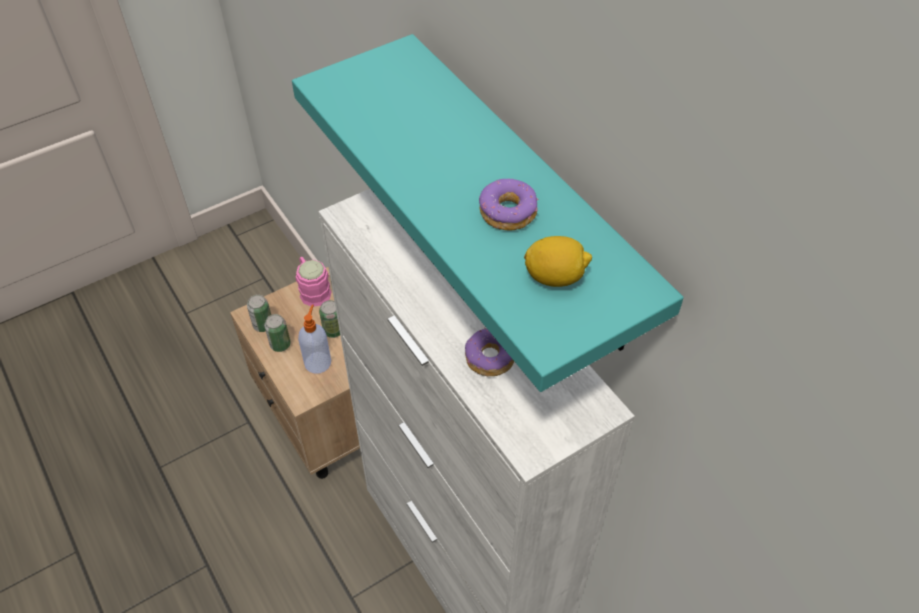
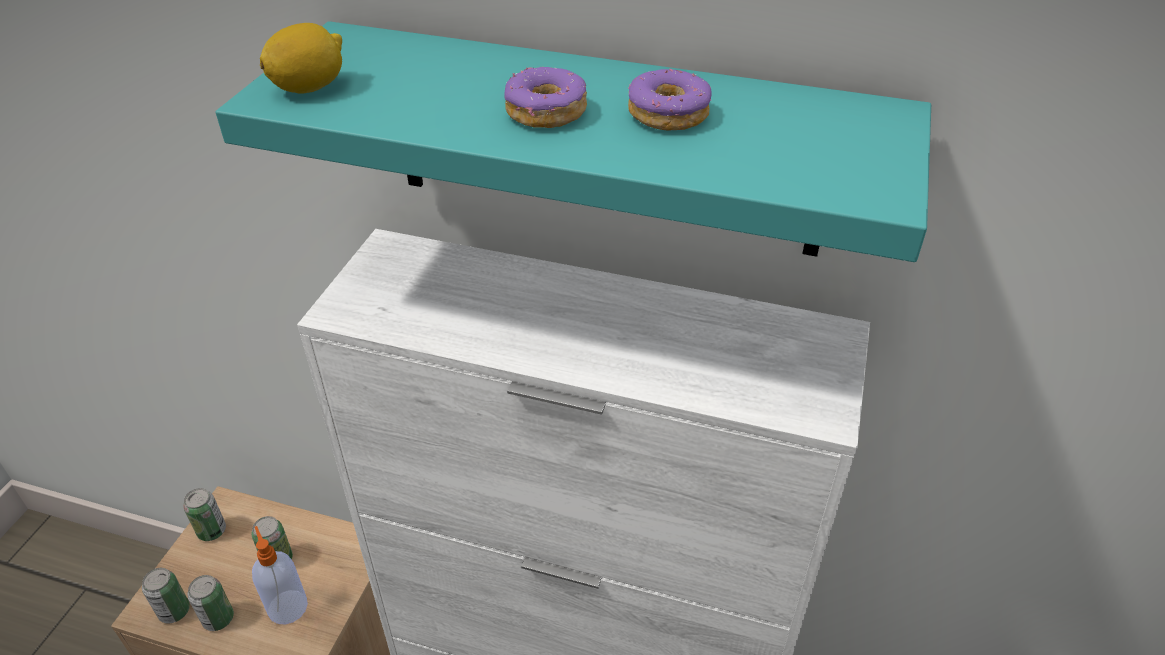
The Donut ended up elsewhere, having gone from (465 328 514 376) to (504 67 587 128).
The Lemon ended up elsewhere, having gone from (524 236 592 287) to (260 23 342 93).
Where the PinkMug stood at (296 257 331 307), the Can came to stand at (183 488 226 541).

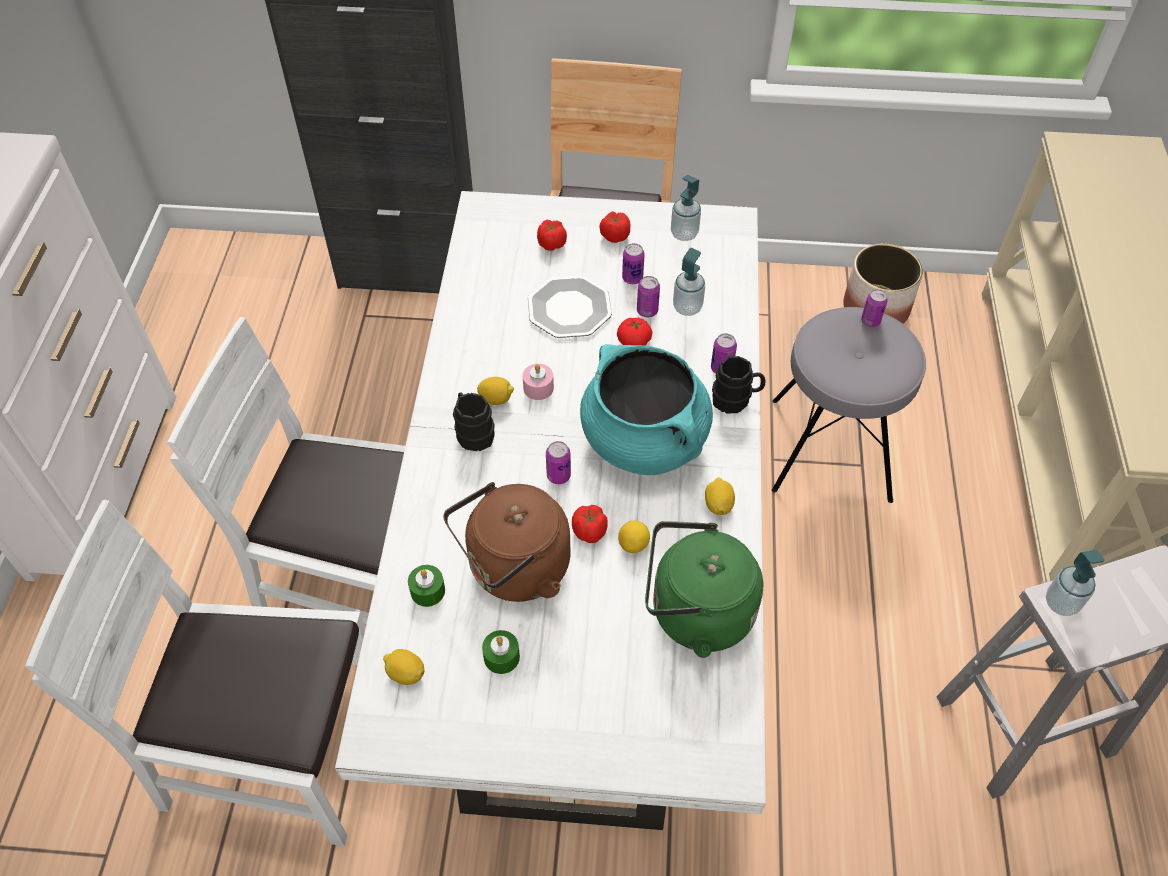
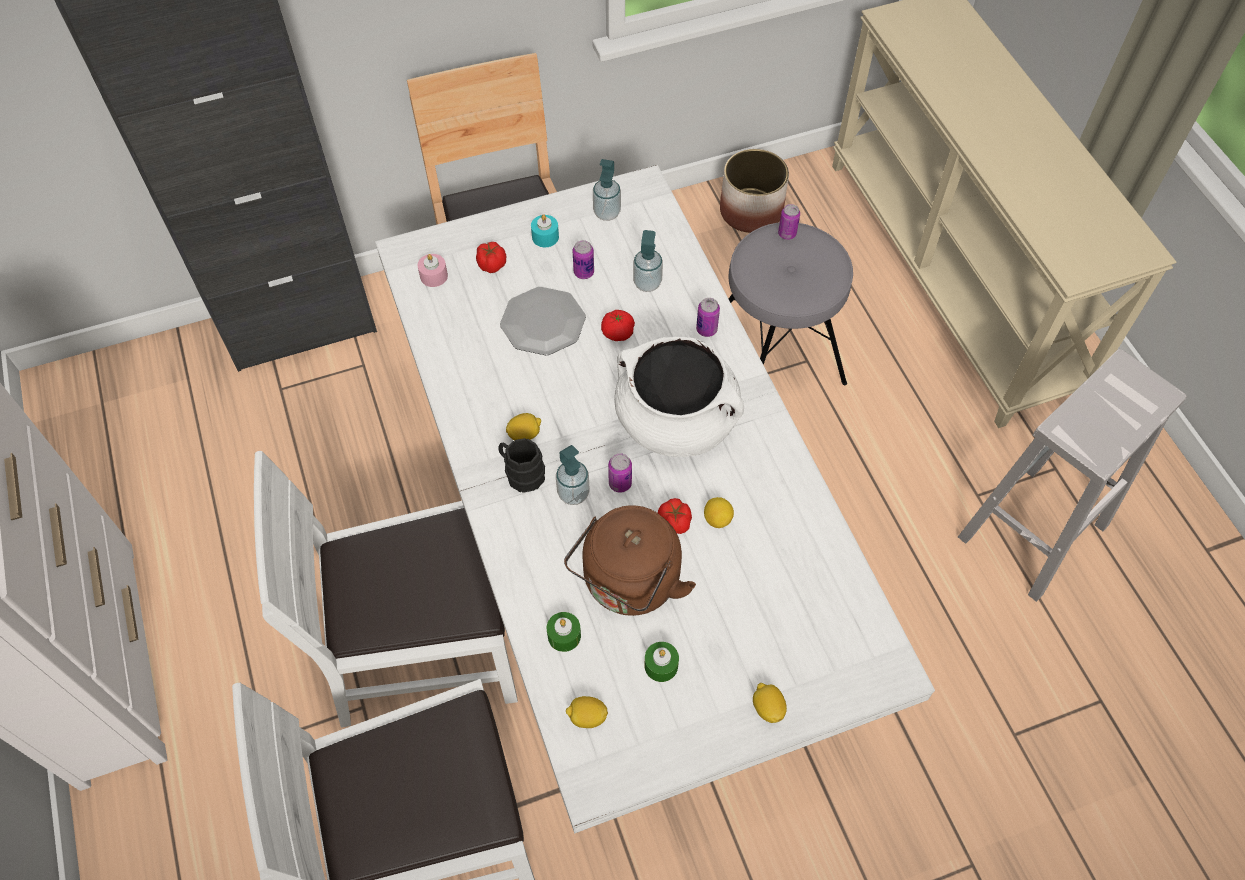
The second view lost the Can at (637 276 660 317).
The second view lost the GreenKettle at (645 521 763 658).
The second view lost the BlackMug at (712 356 765 413).
The PinkCandle ended up elsewhere, having gone from (523 364 554 400) to (418 254 448 287).
The Lemon ended up elsewhere, having gone from (705 478 735 515) to (753 683 787 723).
The SoapDispenser ended up elsewhere, having gone from (1046 550 1104 616) to (556 445 589 505).
Where the Tomato stood at (599 211 630 243), the TurquoiseCandle came to stand at (531 214 559 247).
What was the TurquoiseCookingPot at (580 344 713 475) turned into the WhiteCookingPot at (614 336 744 457).

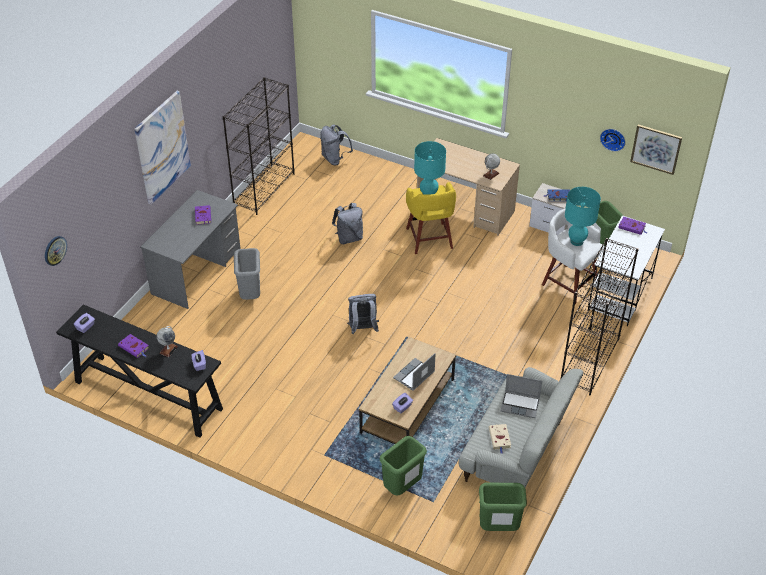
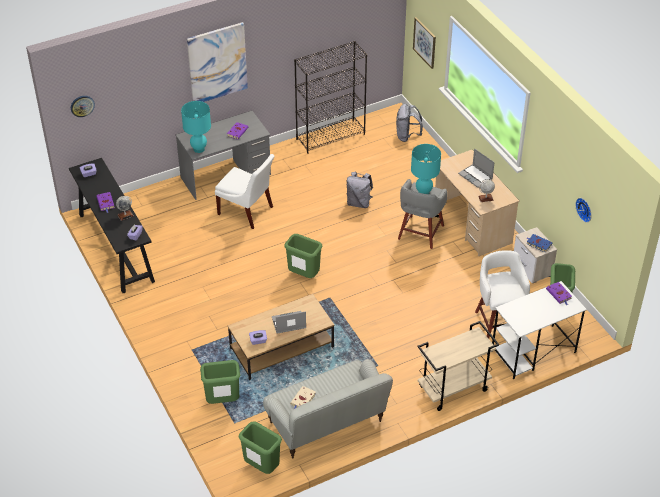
The Laptop ended up elsewhere, having gone from (501 374 542 418) to (458 148 495 188).
The TurquoiseTableLamp ended up elsewhere, having gone from (565 187 601 246) to (181 101 211 153).
The Picture ended up elsewhere, having gone from (630 124 682 175) to (413 17 436 69).
Where the GreyTrashCan stood at (234 248 260 300), the WhiteChair came to stand at (215 154 275 229).
Where the GreyBackpack stood at (347 294 379 334), the GreenTrashCan came to stand at (284 234 322 278).
Where the BlackBookcase stood at (560 238 639 395), the BeigeCart came to stand at (418 321 499 411).
What was the YellowStool at (406 182 456 254) turned into the GreyStool at (398 179 447 249).

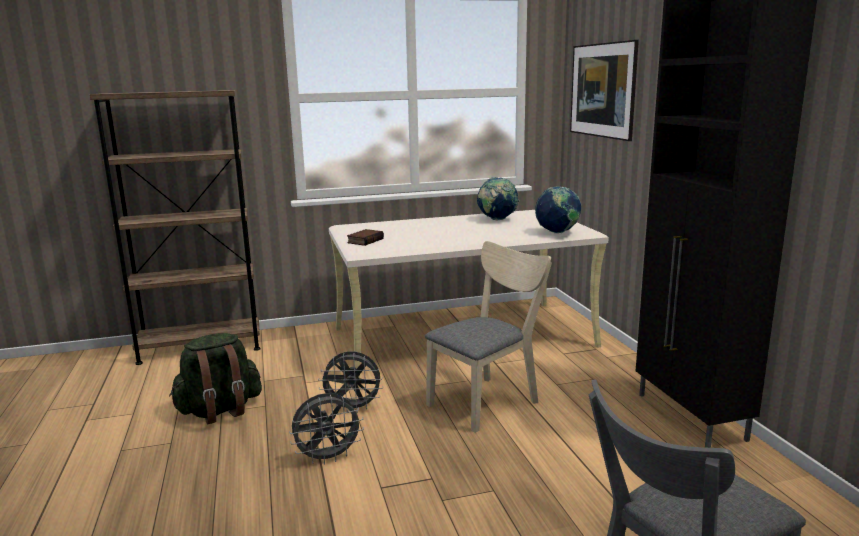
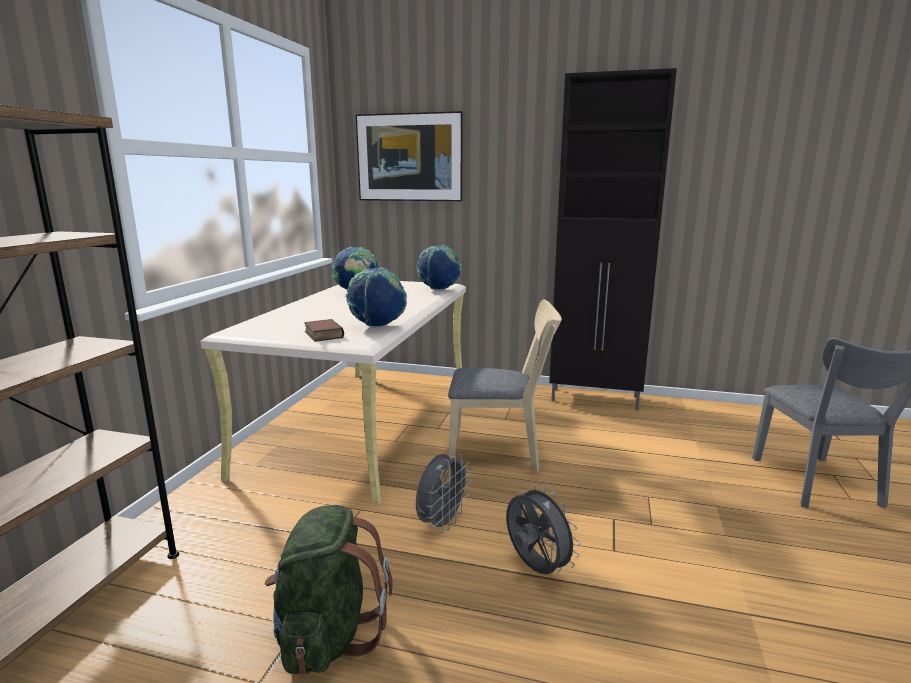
The second view gained the Globe at (346 268 407 327).
The GreyFan at (289 393 364 465) ended up facing another way, 45 degrees counterclockwise from before.
The BeigeChair at (425 241 552 433) ended up facing another way, 105 degrees clockwise from before.

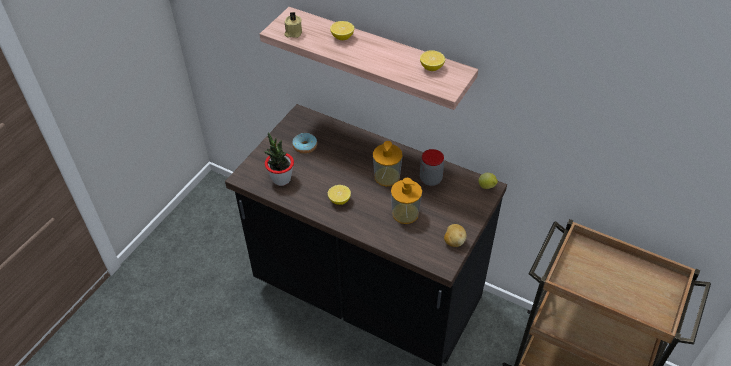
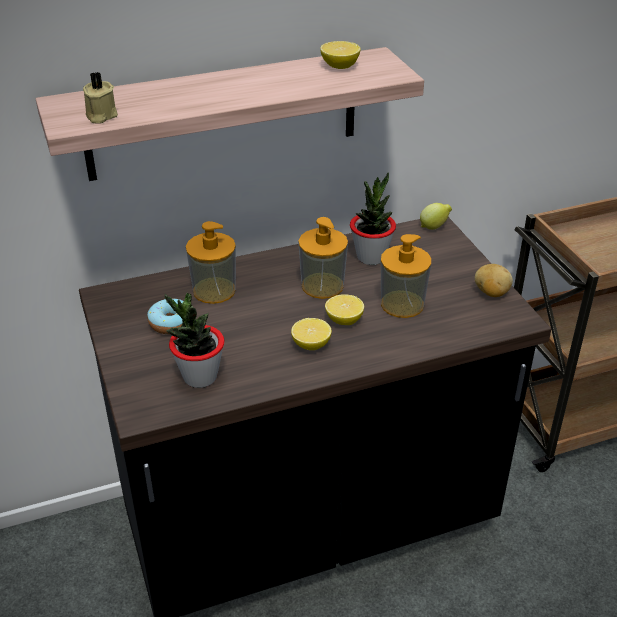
The second view gained the SoapDispenser at (186 221 236 304).
The Lemon ended up elsewhere, having gone from (330 21 354 40) to (325 294 364 325).
Where the Jar stood at (420 149 444 186), the PottedPlant came to stand at (350 172 396 265).

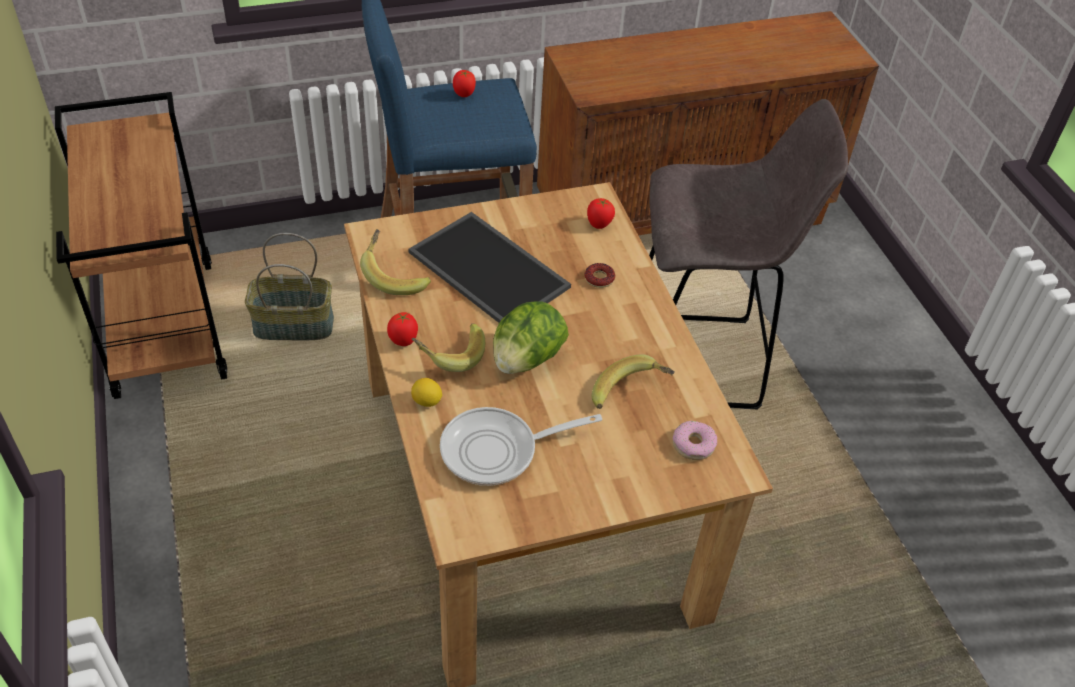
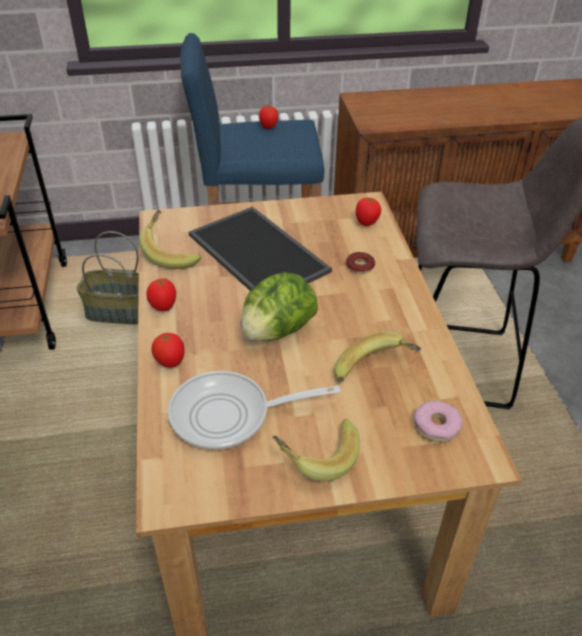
The Banana ended up elsewhere, having gone from (412 323 485 372) to (273 419 360 481).
Where the Lemon stood at (411 378 443 407), the Tomato came to stand at (151 333 185 368).

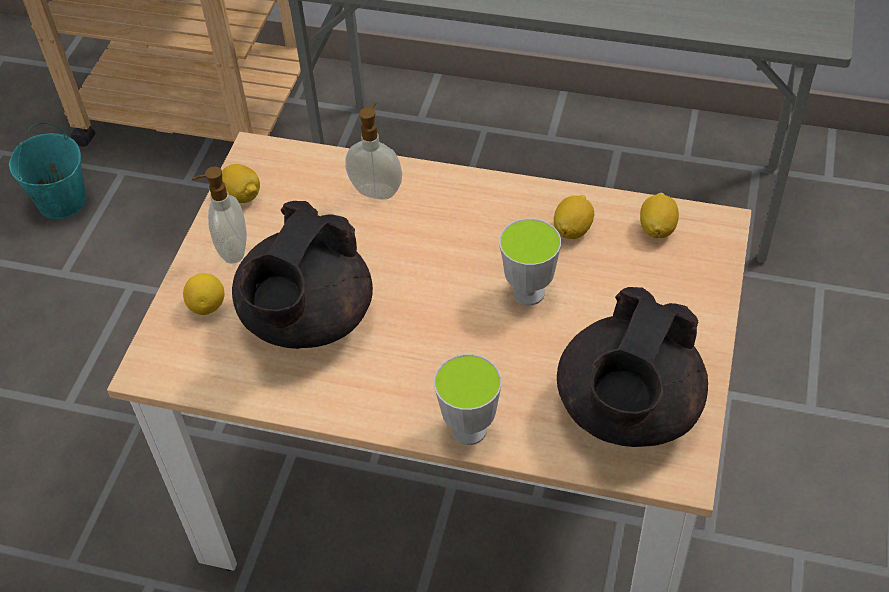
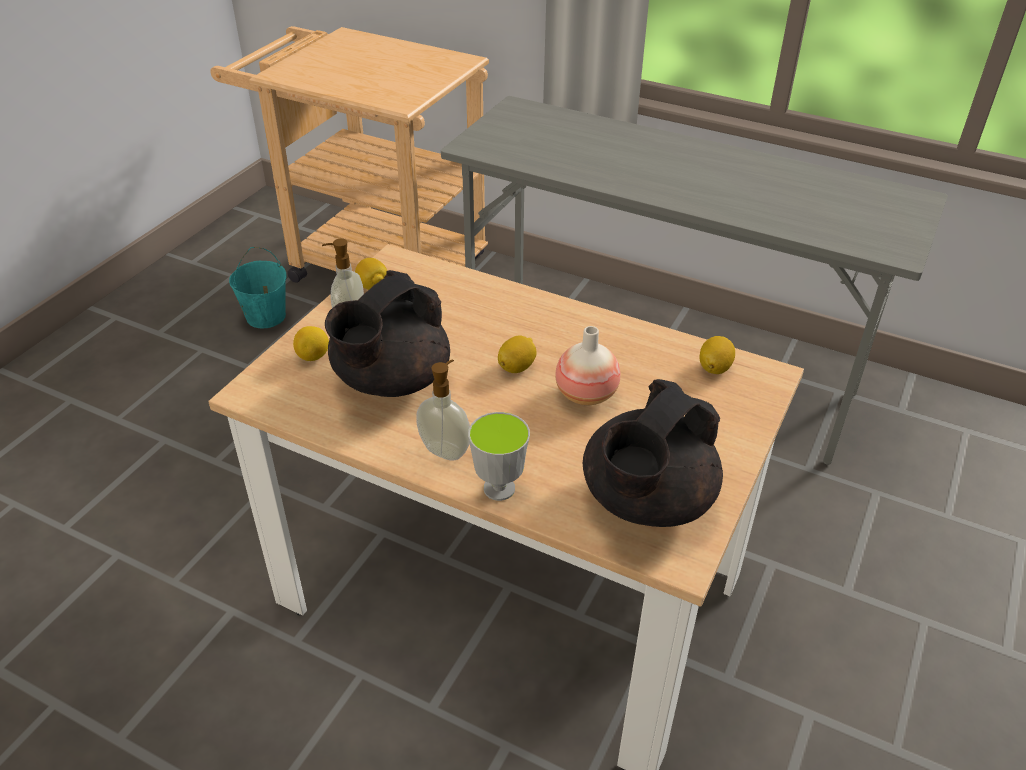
The SoapDispenser ended up elsewhere, having gone from (345 102 402 199) to (416 359 470 461).
The Lemon ended up elsewhere, having gone from (554 195 594 239) to (498 335 537 373).
Where the Cup stood at (499 218 561 306), the Vase came to stand at (555 326 620 406).

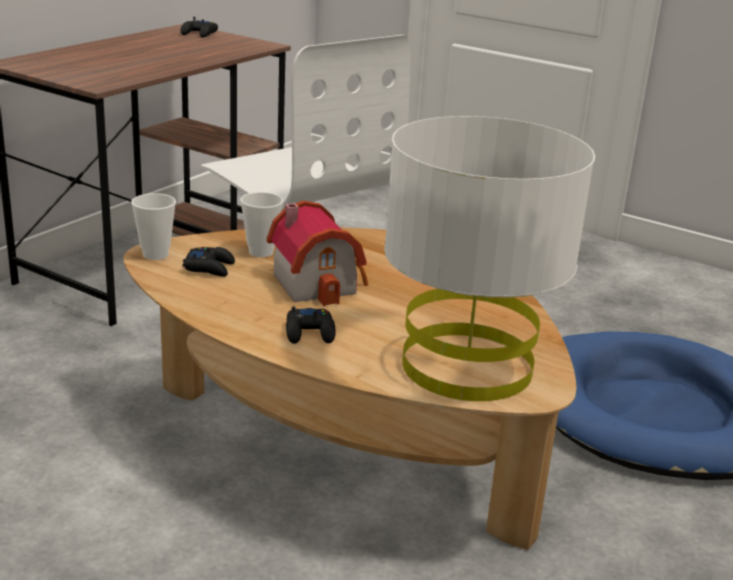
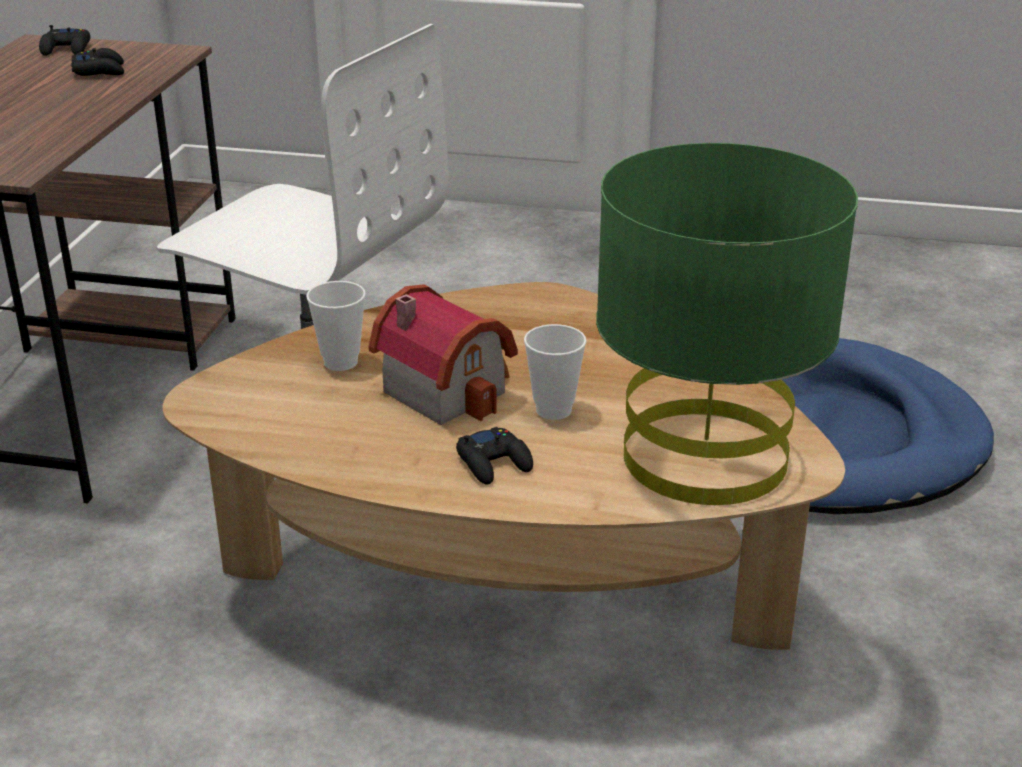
The Cup ended up elsewhere, having gone from (131 193 176 260) to (524 324 587 420).
The BlackGameController ended up elsewhere, having gone from (183 247 235 277) to (71 48 124 76).
What was the WhiteTableLamp at (384 116 595 401) turned into the GreenTableLamp at (596 143 858 505).

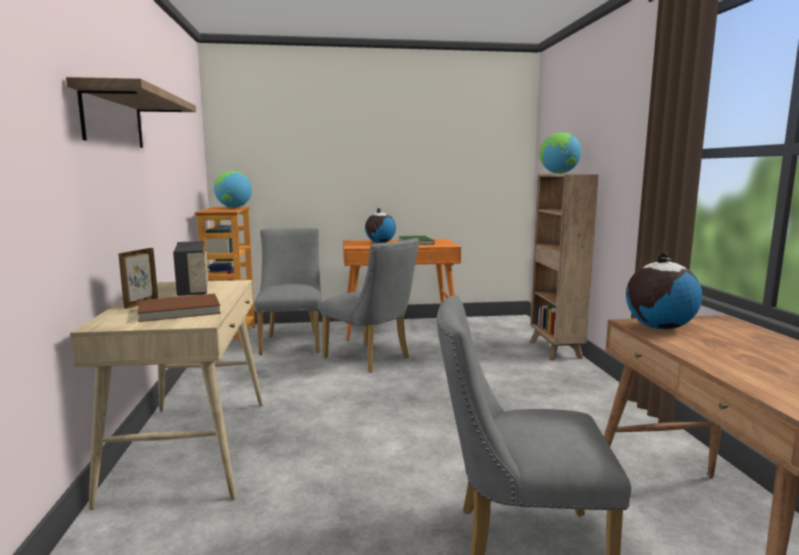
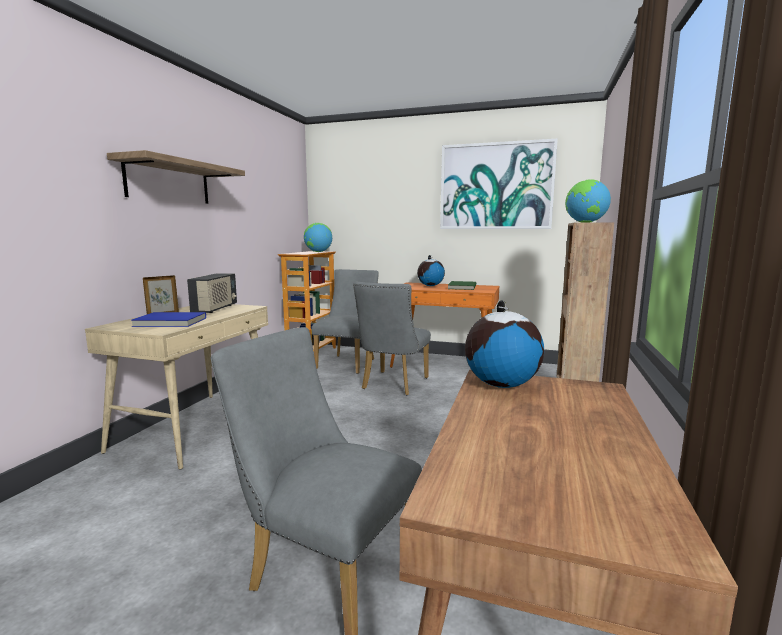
The second view gained the Picture at (440 139 558 229).
What was the BrownBook at (138 294 221 322) turned into the BlueBook at (131 312 206 327).
The GreyChair at (320 238 420 372) ended up facing another way, 45 degrees clockwise from before.

